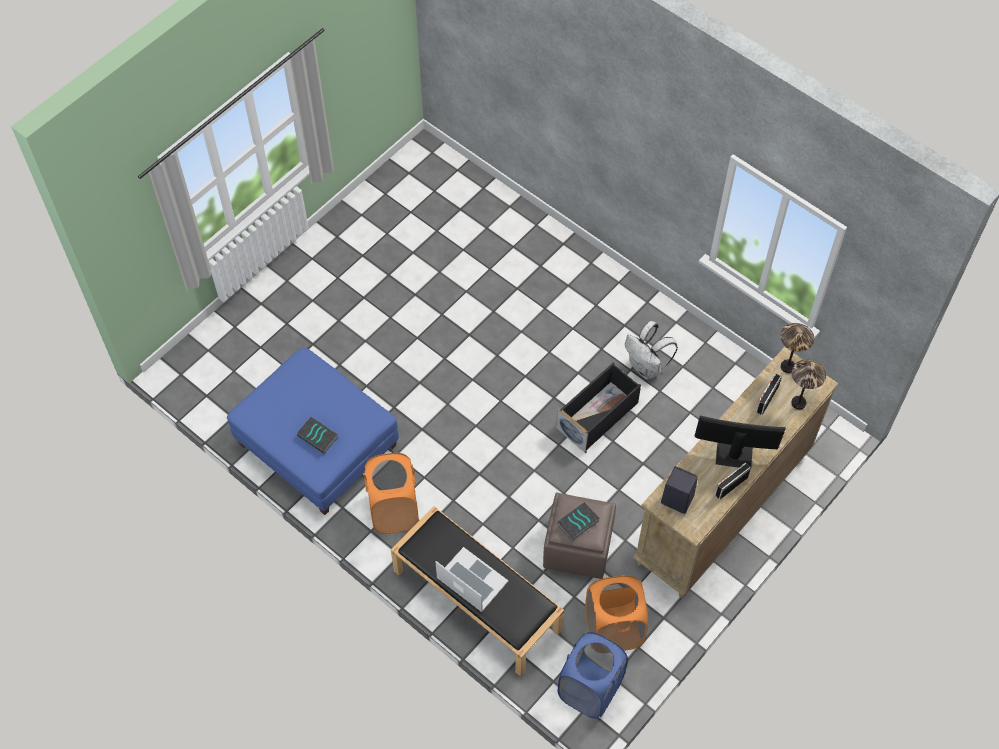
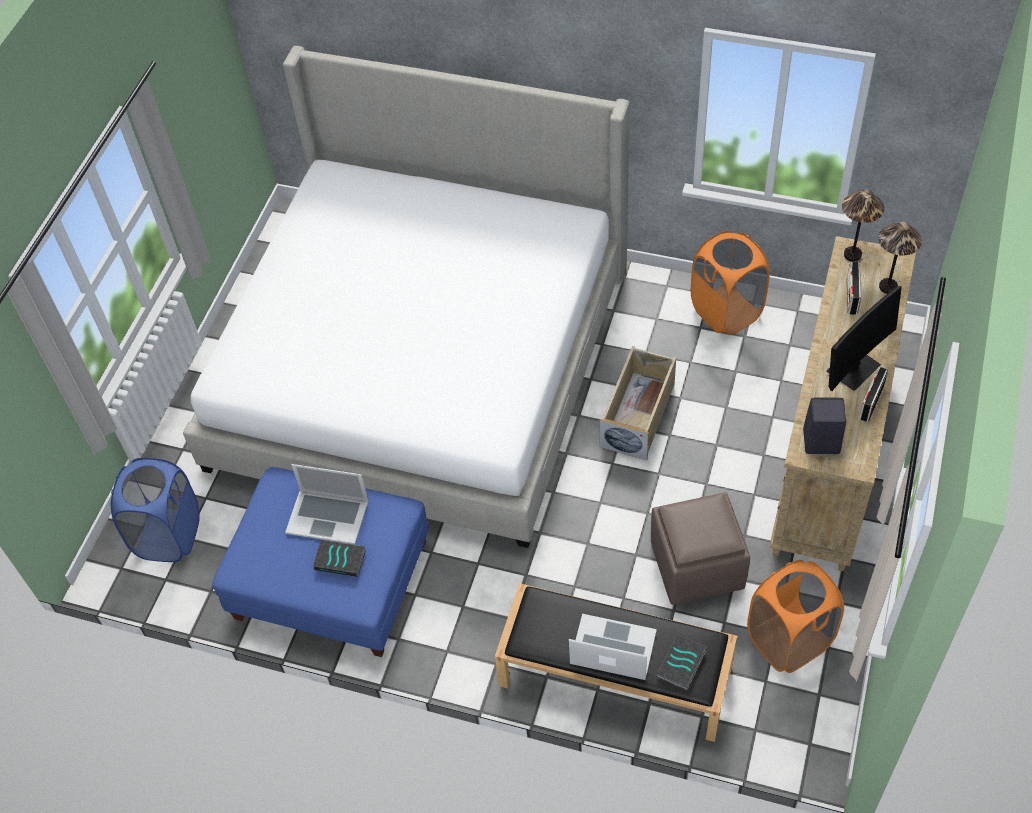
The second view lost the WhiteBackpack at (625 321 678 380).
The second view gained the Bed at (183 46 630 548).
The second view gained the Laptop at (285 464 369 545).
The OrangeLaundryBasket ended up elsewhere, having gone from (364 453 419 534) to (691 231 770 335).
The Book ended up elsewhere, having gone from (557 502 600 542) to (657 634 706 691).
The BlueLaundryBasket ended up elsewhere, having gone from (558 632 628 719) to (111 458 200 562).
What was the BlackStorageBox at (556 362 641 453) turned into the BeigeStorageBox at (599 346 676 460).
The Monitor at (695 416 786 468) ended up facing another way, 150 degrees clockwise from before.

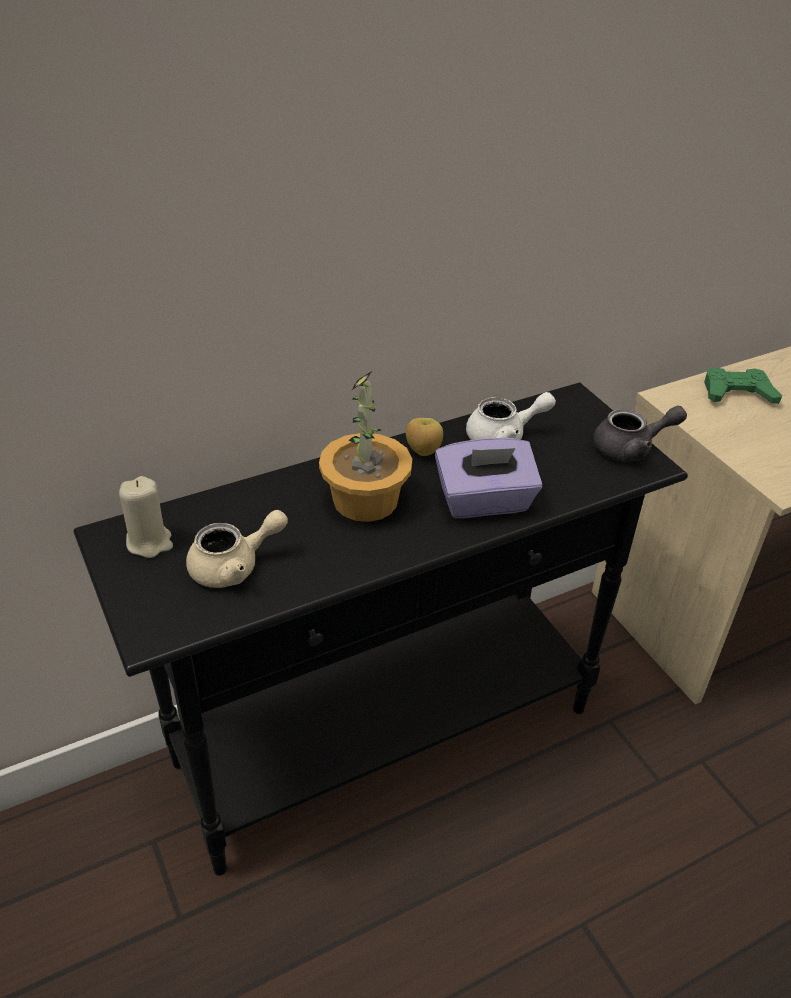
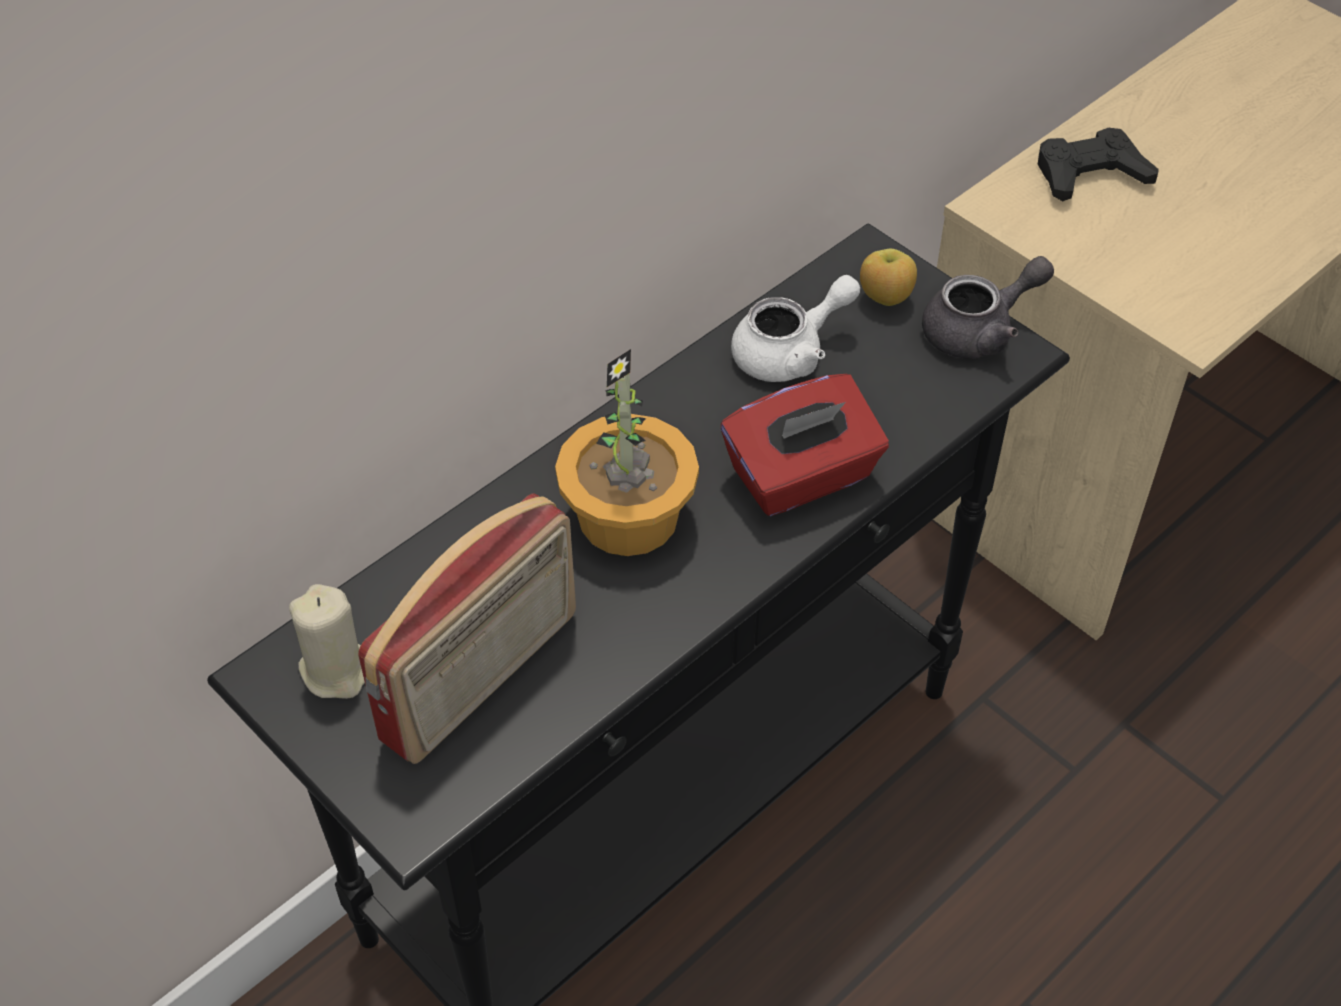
The Apple ended up elsewhere, having gone from (406 418 443 456) to (860 249 917 306).
Where the BeigeTeapot stood at (186 510 288 588), the Radio came to stand at (358 493 576 764).
What was the PurpleTissueBox at (435 438 542 518) turned into the RedTissueBox at (721 374 889 516).
What was the GreenGameController at (704 367 782 404) turned into the BlackGameController at (1038 128 1159 201).

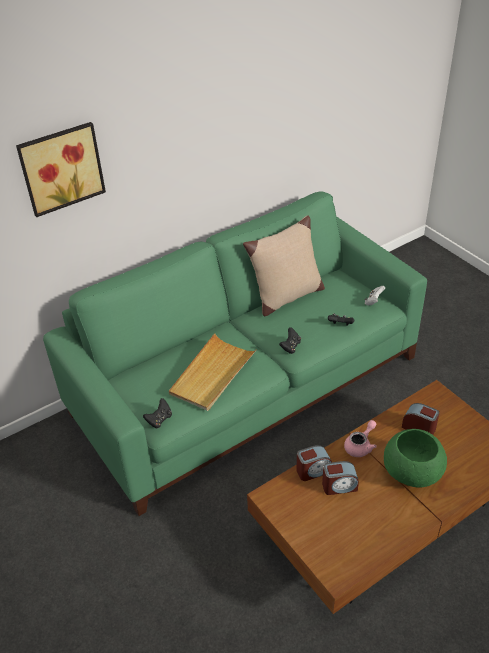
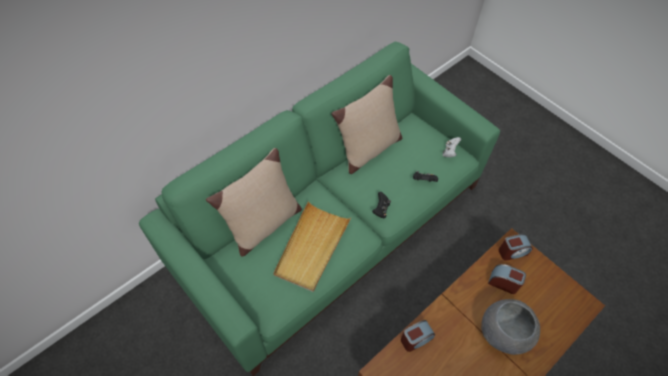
The second view lost the Picture at (16 122 106 217).
The second view lost the BlackGameController at (143 398 172 428).
The second view lost the PinkTeapot at (344 420 377 457).
The second view gained the BeigePillow at (206 148 302 257).
The AlarmClock ended up elsewhere, having gone from (322 461 359 495) to (499 234 533 261).
What was the GreenBowl at (384 429 447 488) turned into the GreyBowl at (481 299 540 355).

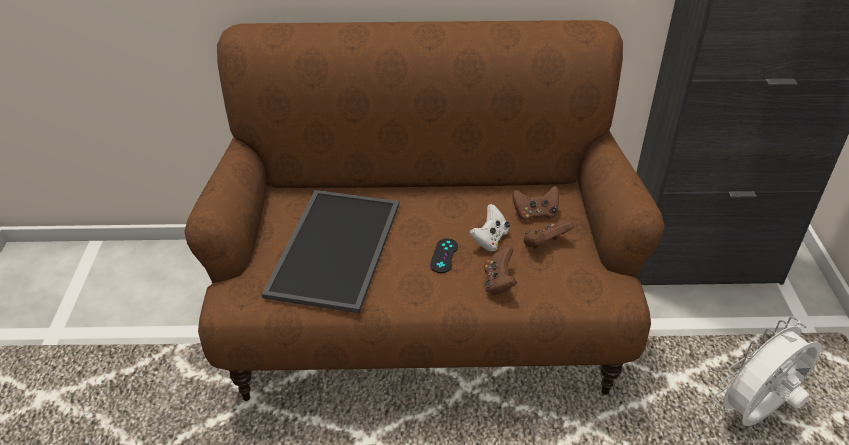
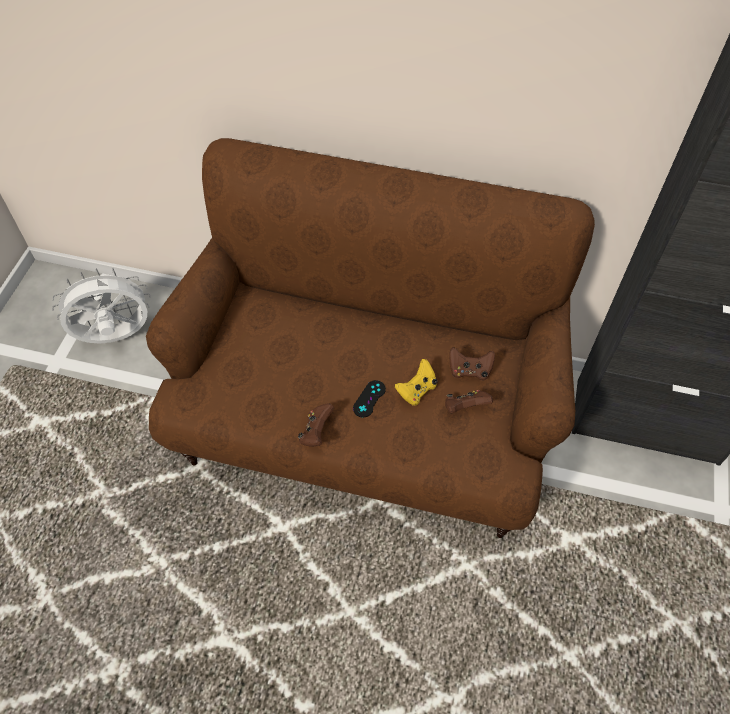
The second view lost the Tray at (262 190 399 313).
The BrownGameController ended up elsewhere, having gone from (484 246 517 295) to (298 403 334 447).
The WhiteFan ended up elsewhere, having gone from (713 317 821 426) to (52 268 151 344).
What was the WhiteGameController at (469 204 510 252) turned into the YellowGameController at (395 359 438 406).

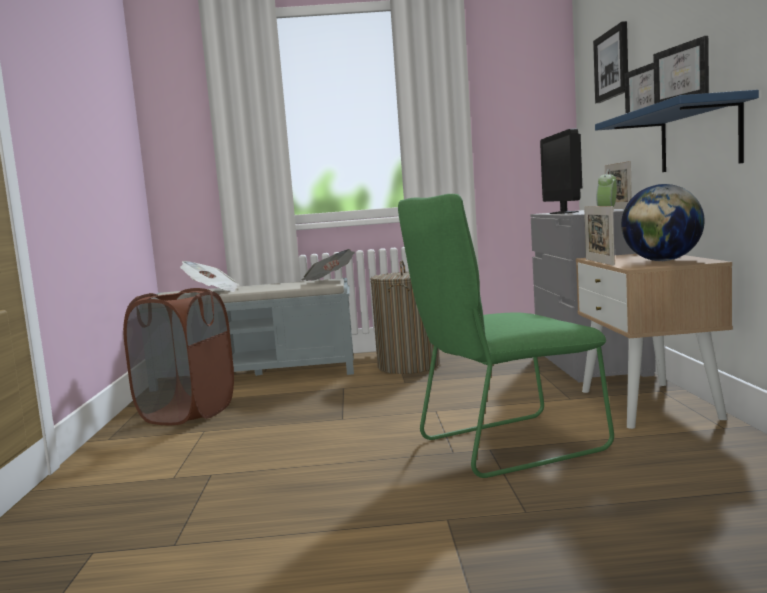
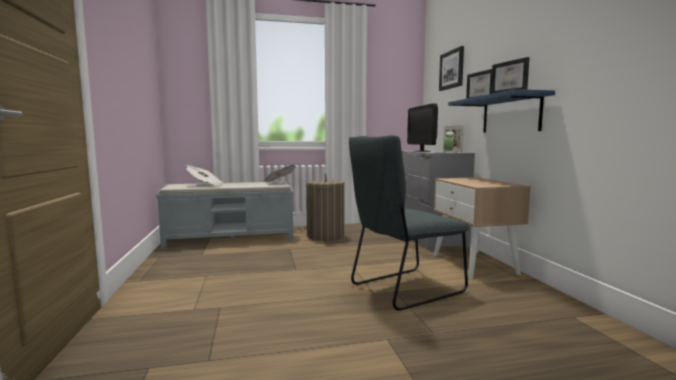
The second view lost the BrownLaundryBasket at (123 288 234 425).
The second view lost the PictureFrame at (584 206 615 266).
The second view lost the Globe at (621 184 705 261).
What was the GreenChair at (398 194 614 478) turned into the GreyChair at (349 135 469 311).

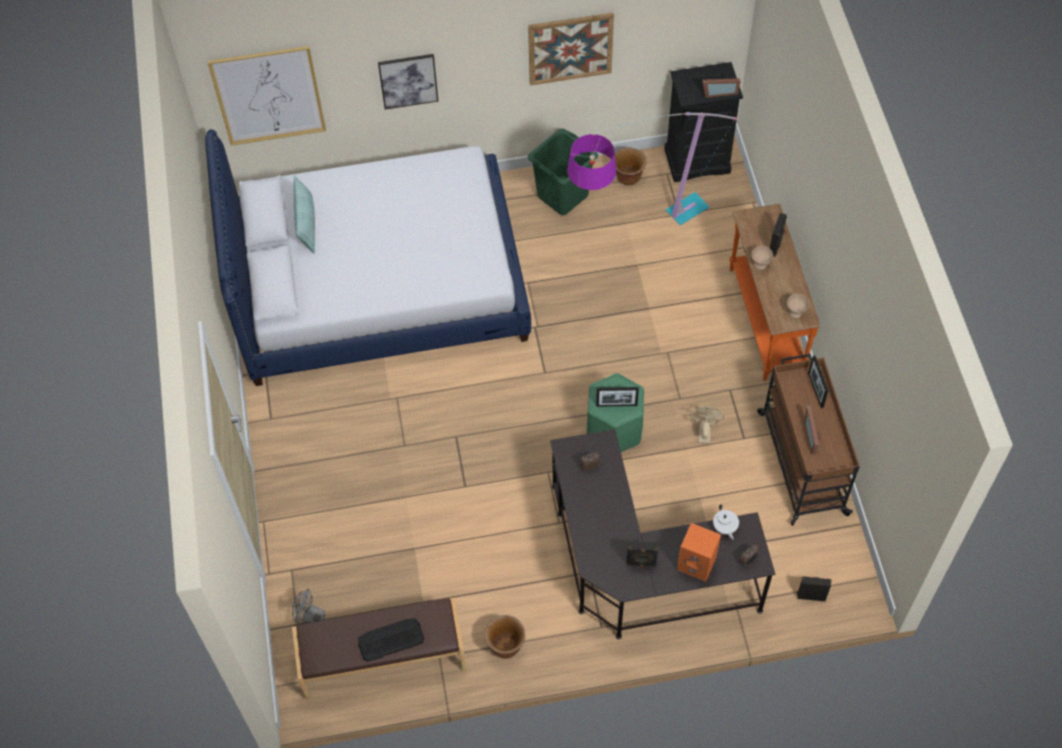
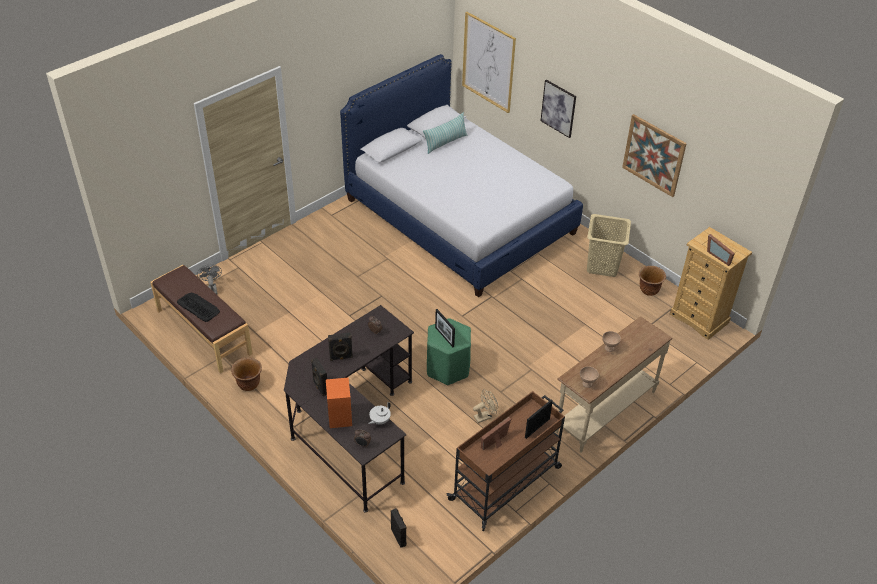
The second view lost the FloorLamp at (568 112 737 225).
The BlackSpeaker ended up elsewhere, having gone from (770 213 787 257) to (328 332 353 361).
What was the GreenLaundryBasket at (527 129 598 215) turned into the BeigeLaundryBasket at (587 214 631 277).
What was the BlackDresser at (664 62 743 182) turned into the BeigeDresser at (670 227 752 340).
What was the OrangeConsoleTable at (730 204 821 381) turned into the BeigeConsoleTable at (555 316 673 453).

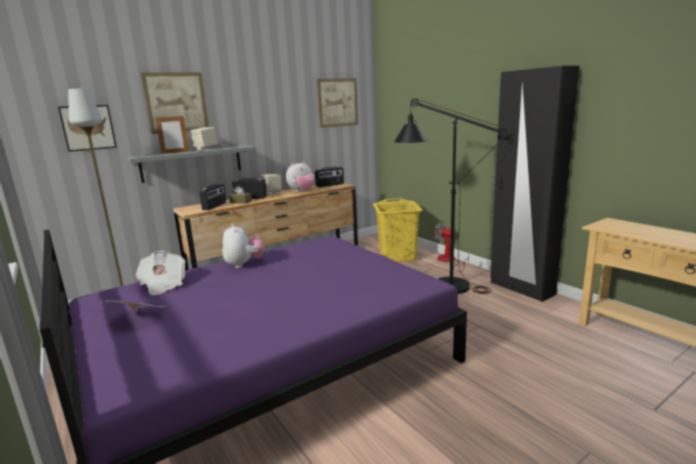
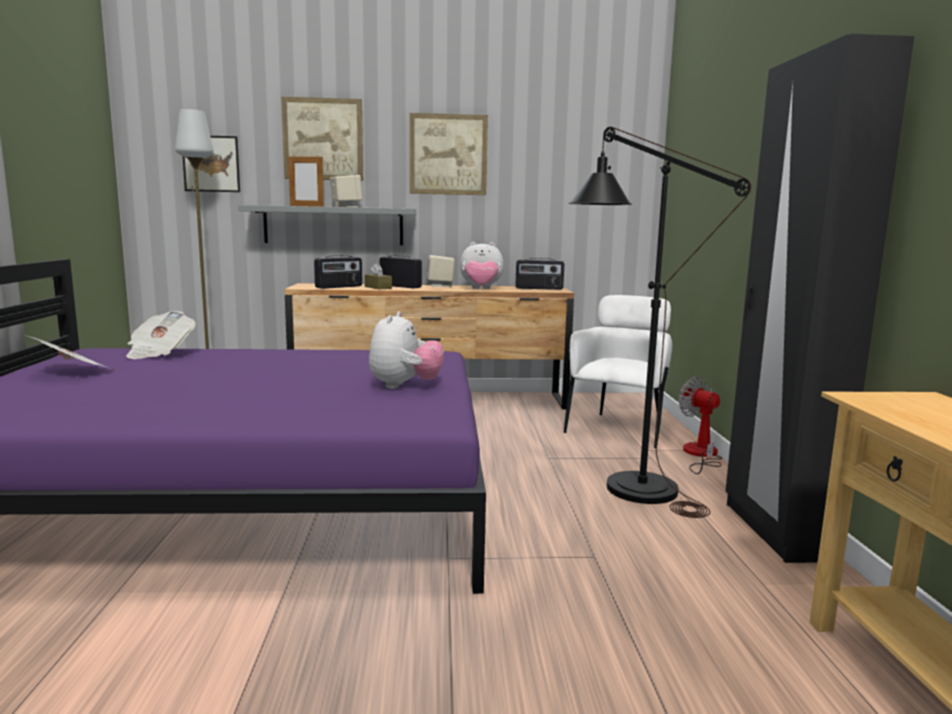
The PlushToy ended up elsewhere, having gone from (223 224 265 268) to (369 311 444 389).
The Picture ended up elsewhere, having gone from (317 78 358 128) to (410 113 488 195).
Where the YellowLaundryBasket stood at (373 198 423 262), the WhiteArmchair came to stand at (564 295 672 448).

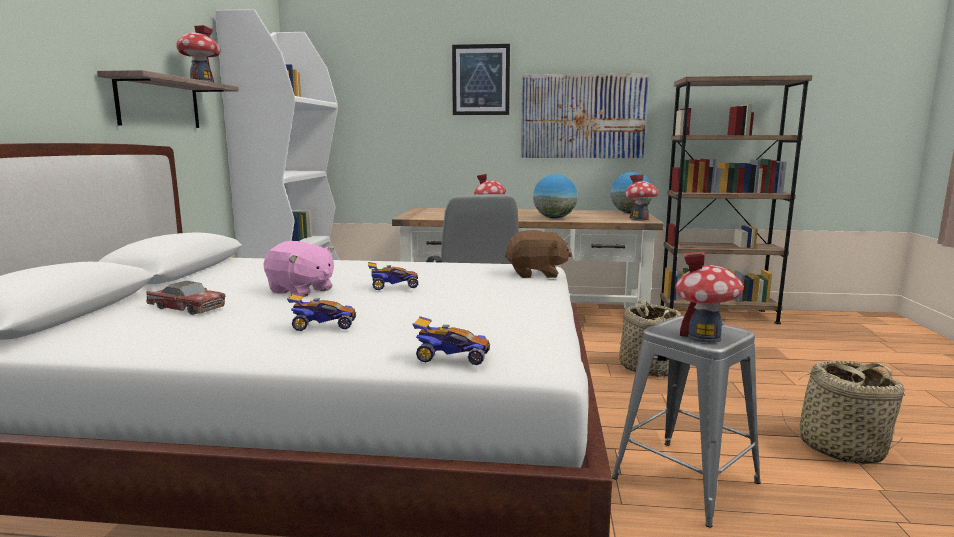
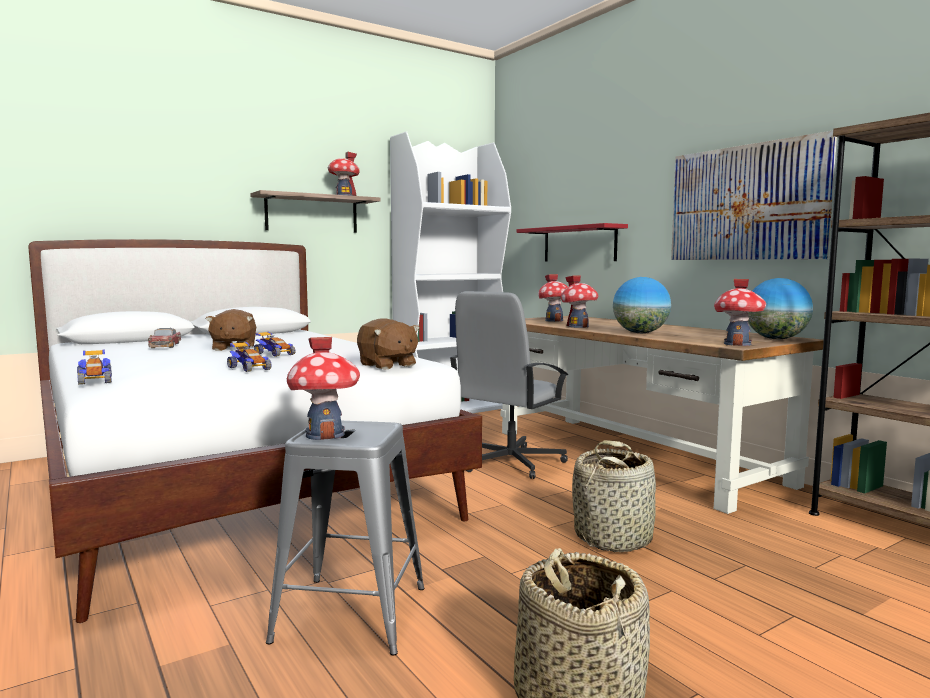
The second view lost the Picture at (452 44 510 115).
The second view gained the RedShelf at (516 223 628 262).
The second view gained the ToyHouse at (538 274 568 322).
The ToyCar ended up elsewhere, having gone from (287 293 356 331) to (227 342 272 372).
What was the PinkPlushToy at (263 241 334 297) turned into the BrownPlushToy at (205 309 256 351).

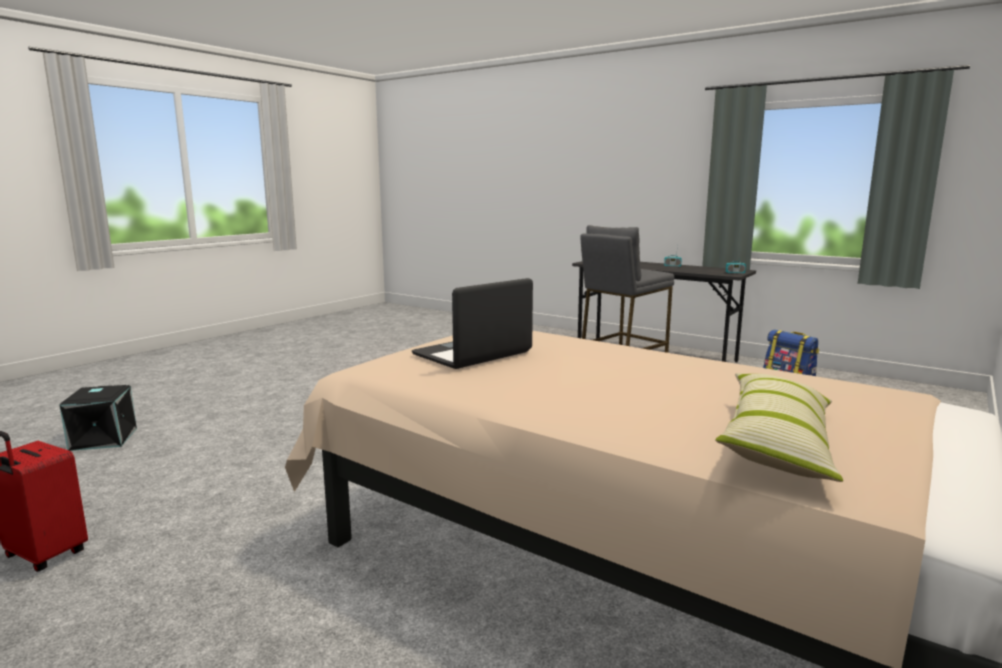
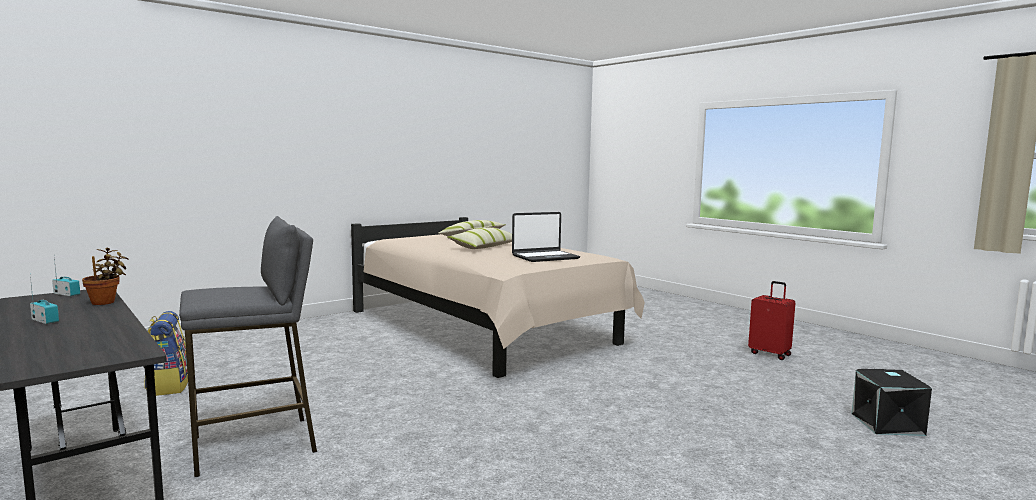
The second view gained the PottedPlant at (82 248 128 305).
The second view gained the Pillow at (447 227 512 249).

